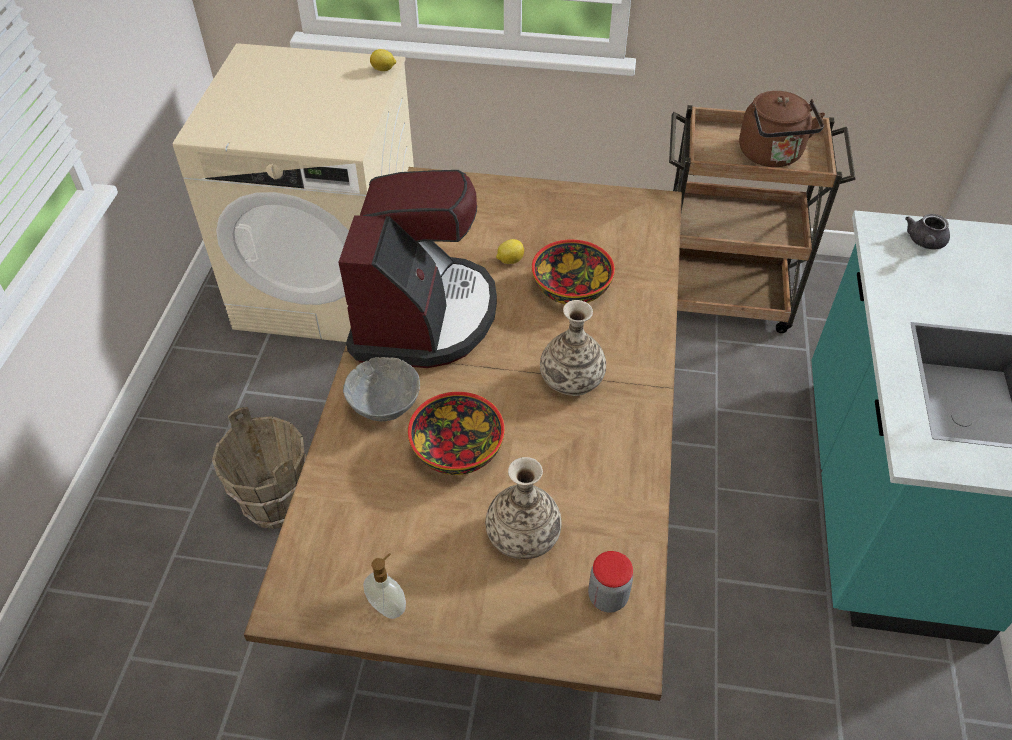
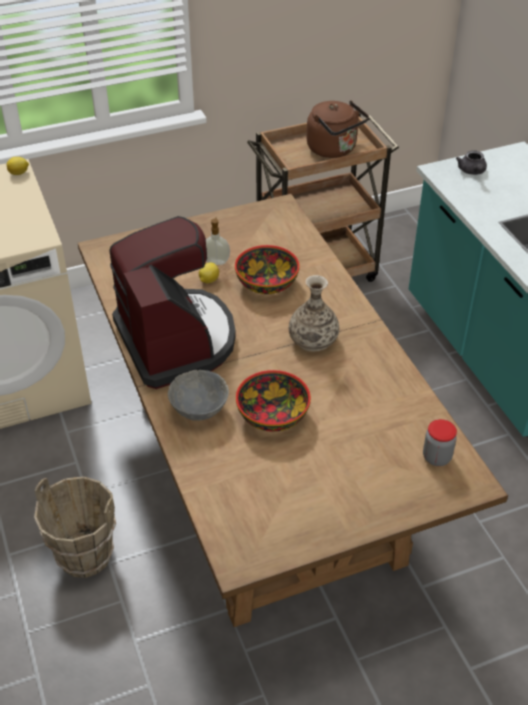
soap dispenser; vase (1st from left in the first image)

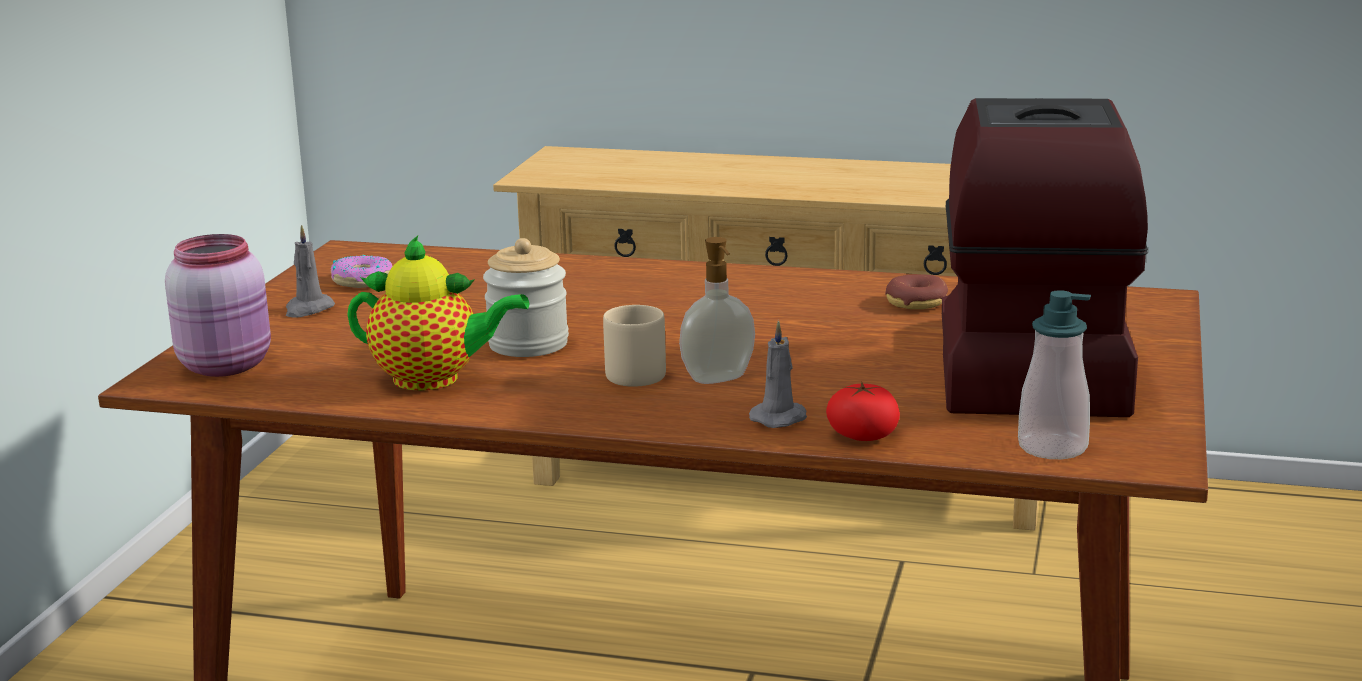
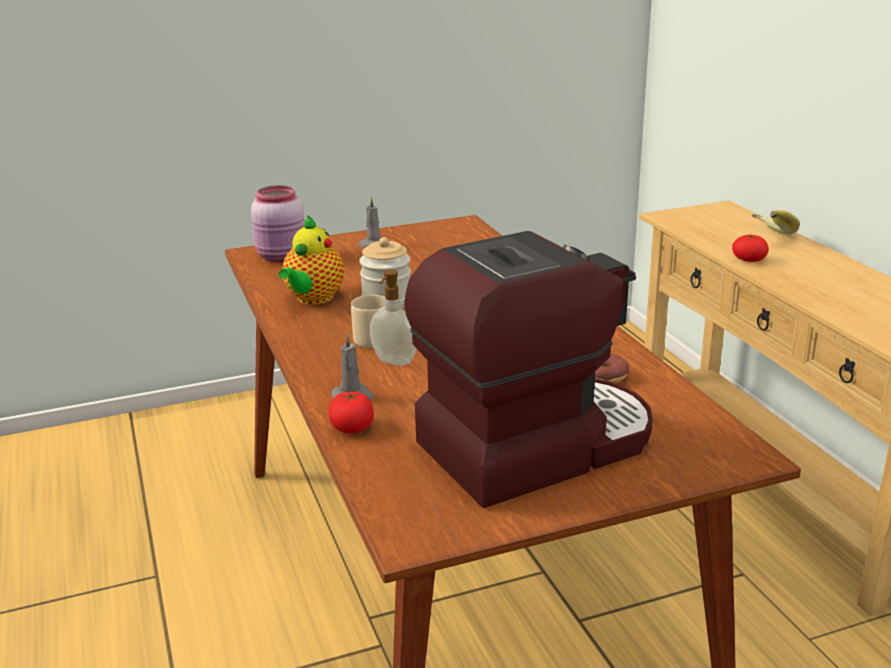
donut (1st from left in the first image); teapot; soap dispenser (2nd from left in the first image); tomato (2nd from left); banana

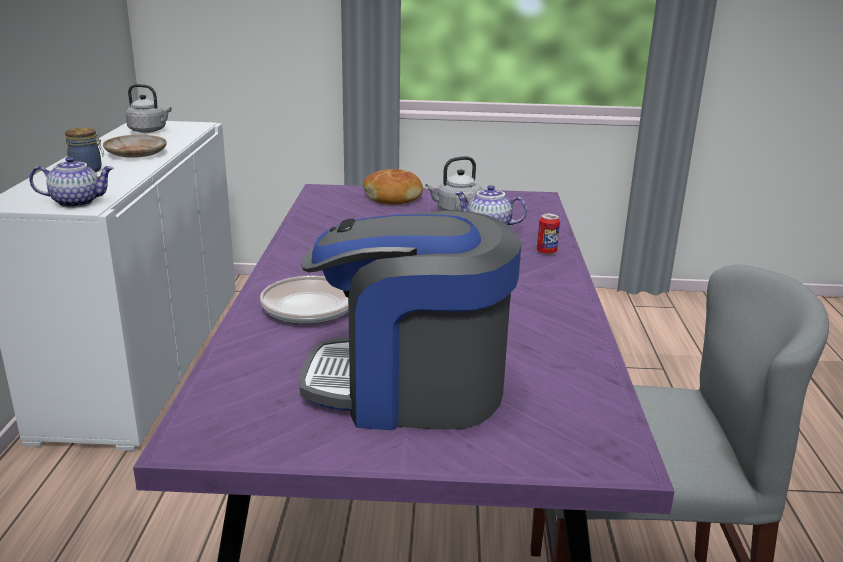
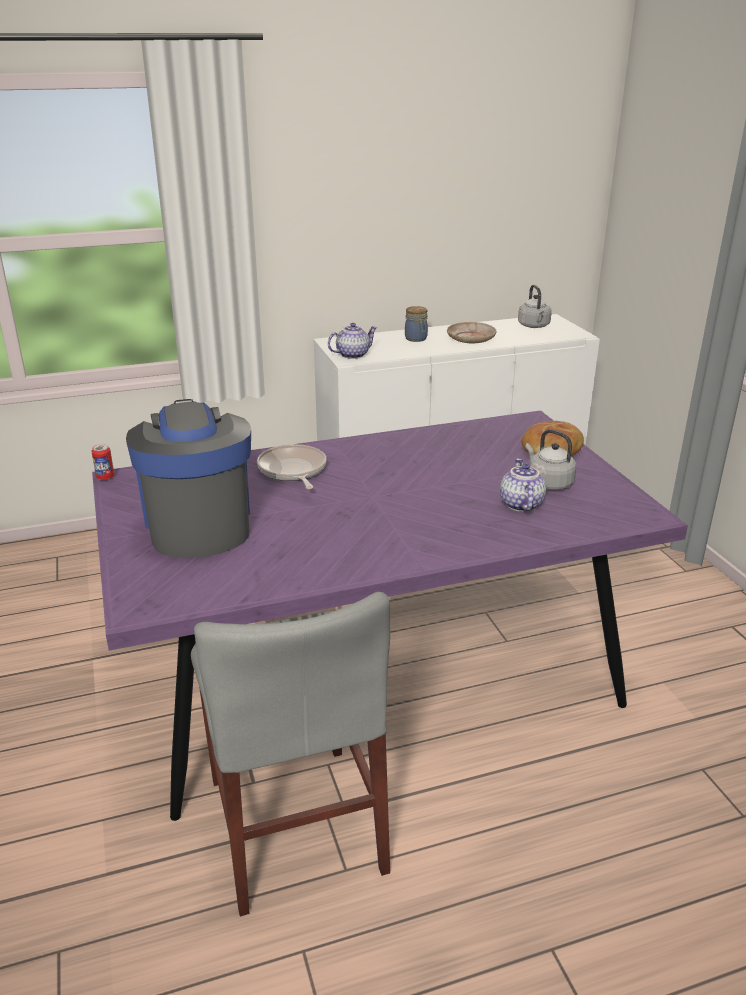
teapot (1st from left); can

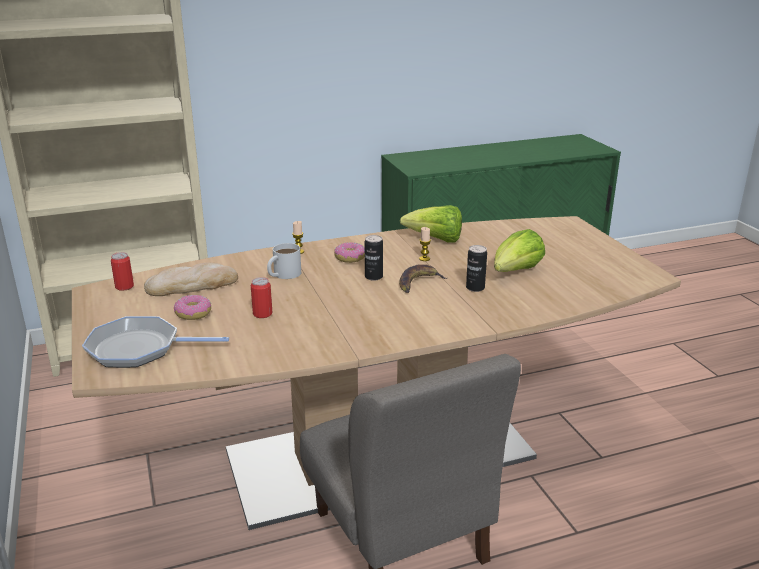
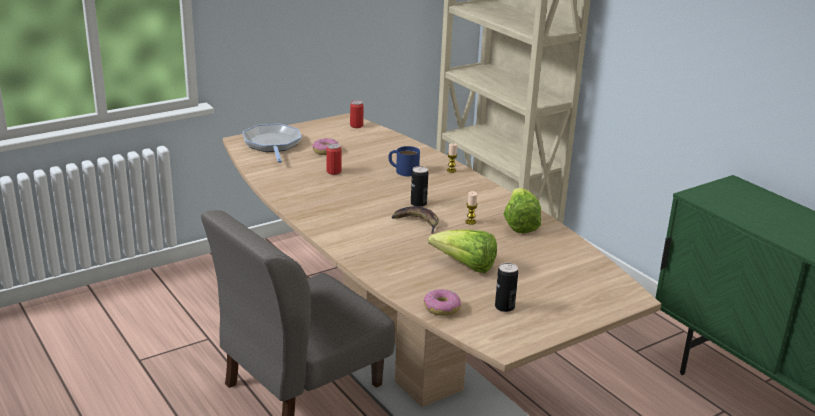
bread; mug/blue; donut (2nd from left); can (4th from left)

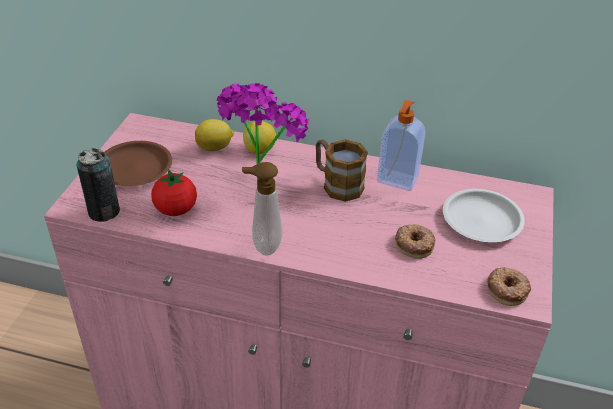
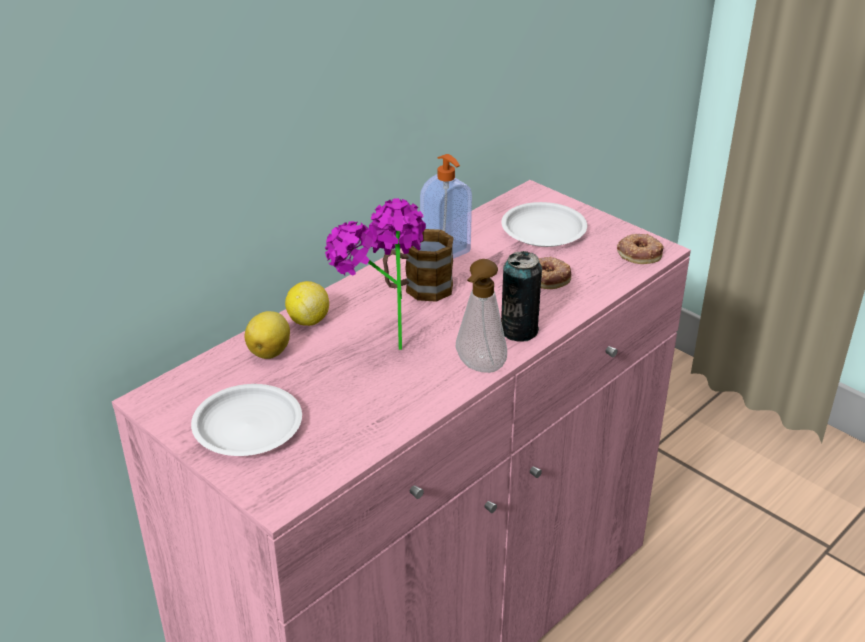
can; plate/white (1st from left); tomato

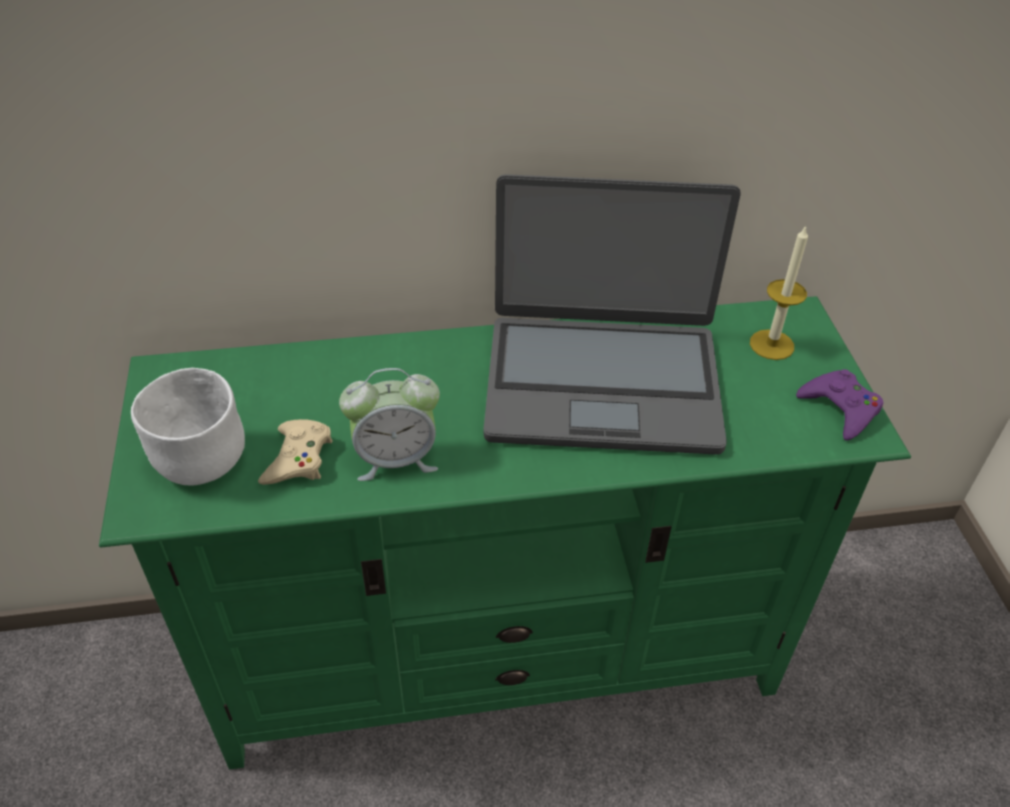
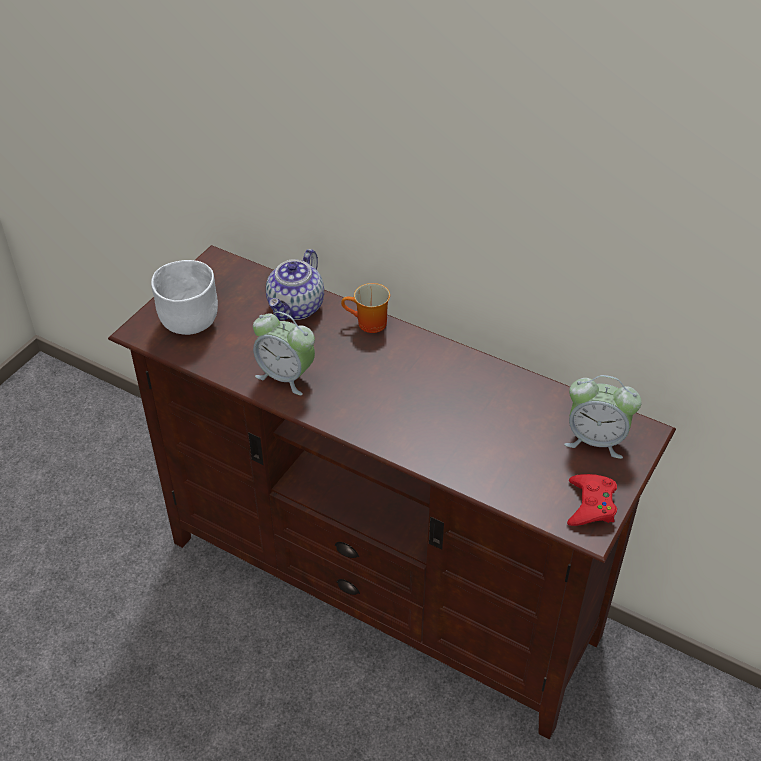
tv stand/brown; game controller/beige; laptop; alarm clock (2nd from left); game controller/red; teapot; mug

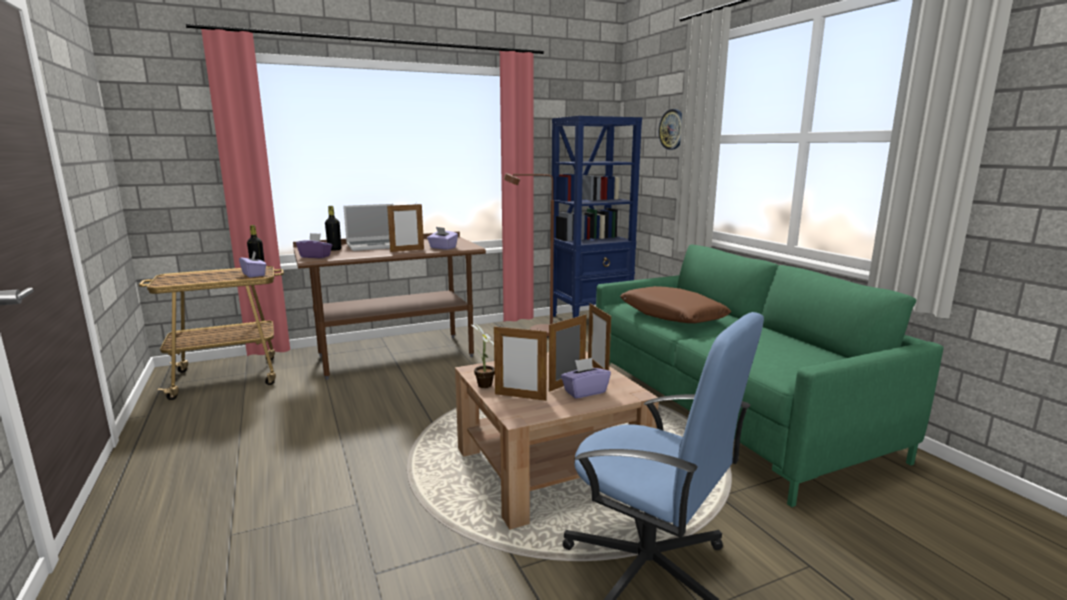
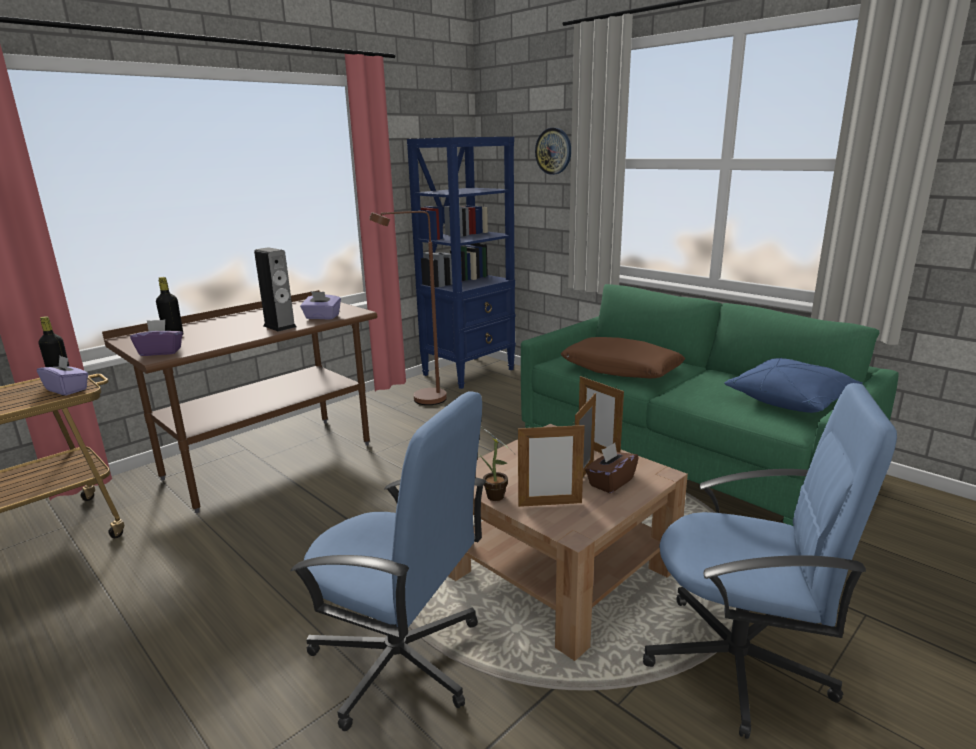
laptop; speaker; tissue box/brown; office chair/blue (1st from left); pillow/blue

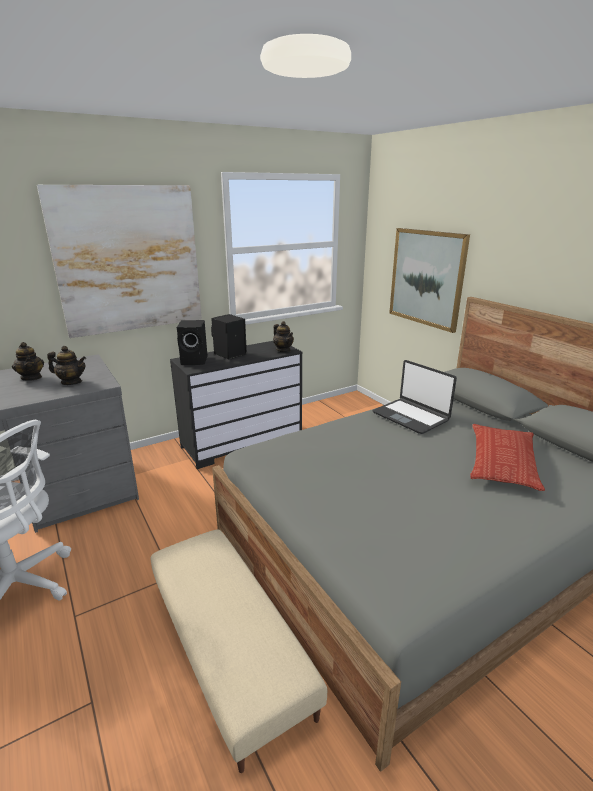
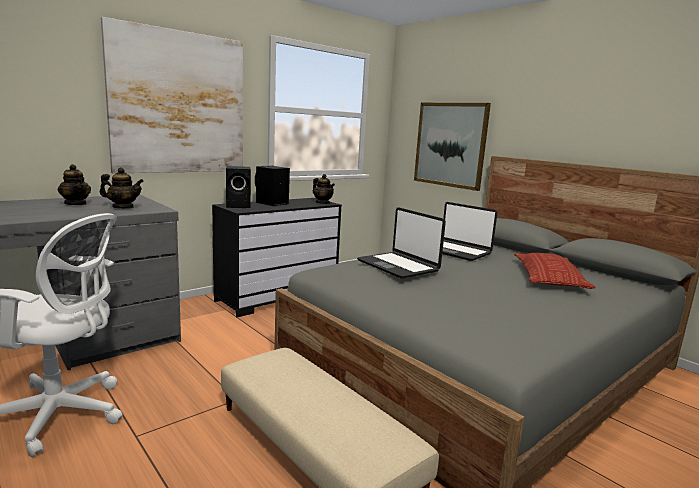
laptop (1st from left)

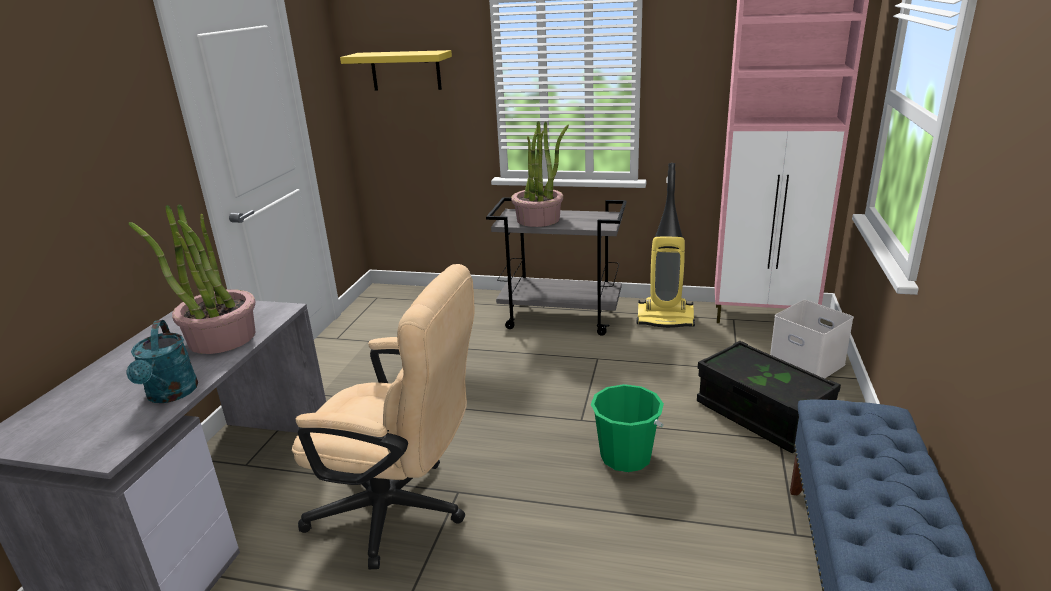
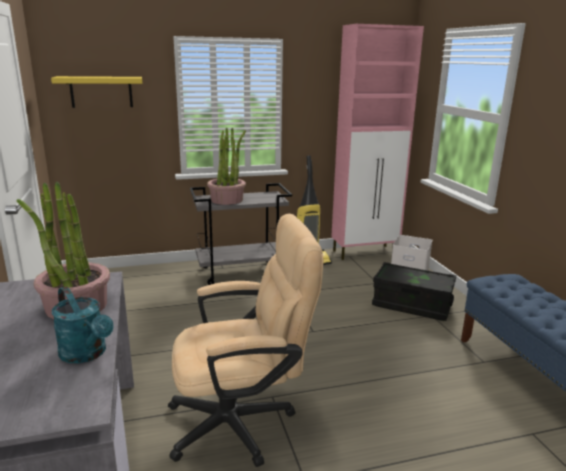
bucket/green

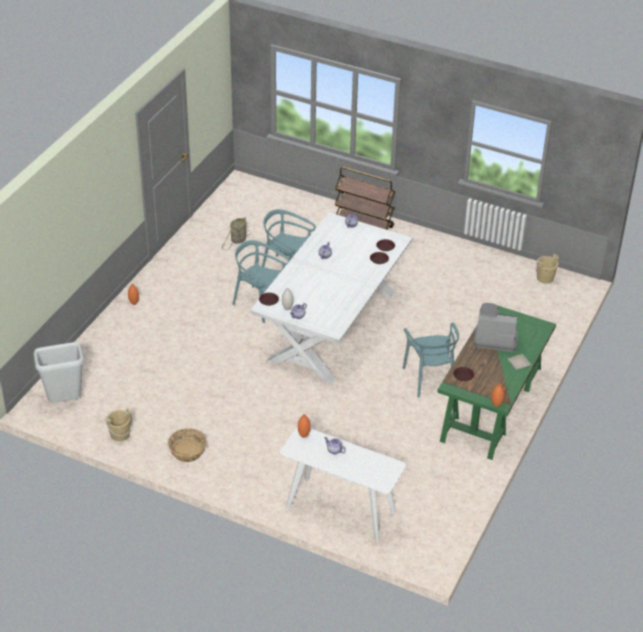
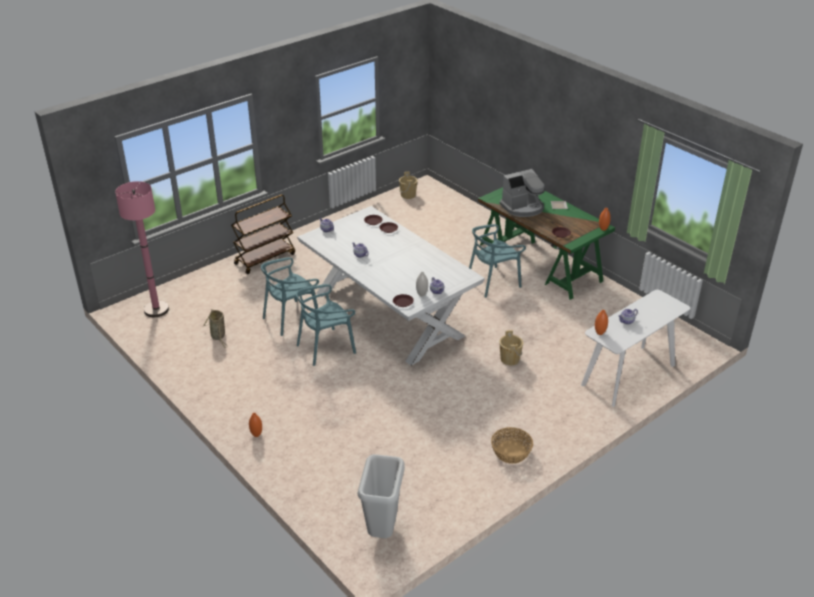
bucket/beige (2nd from left); chair/turquoise (3rd from left); coffee machine; floor lamp/pink

